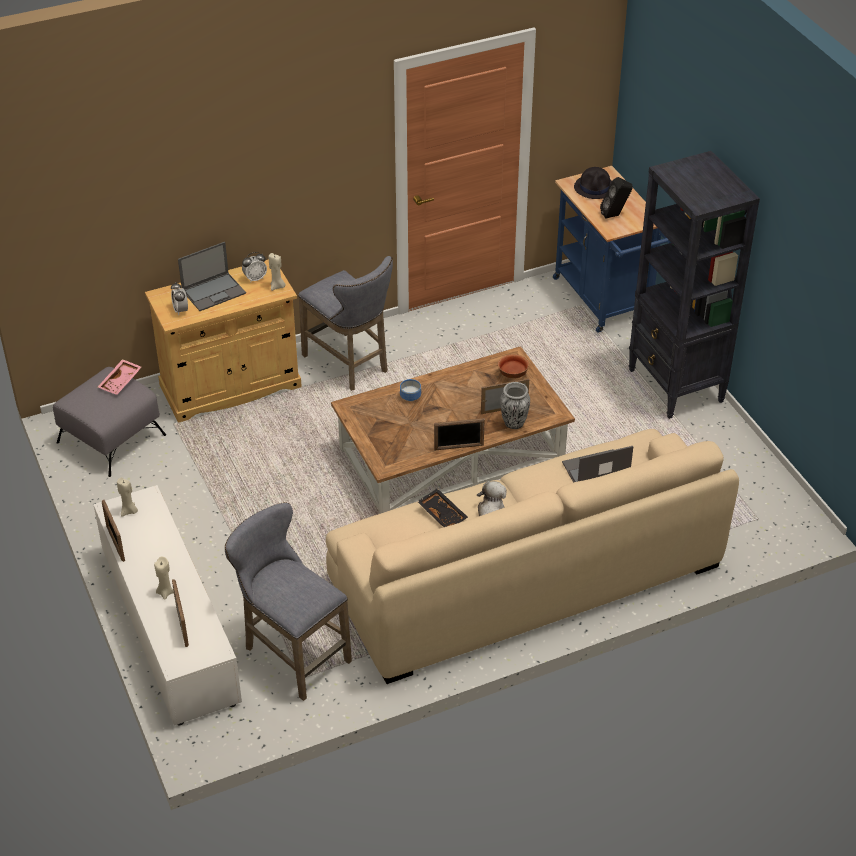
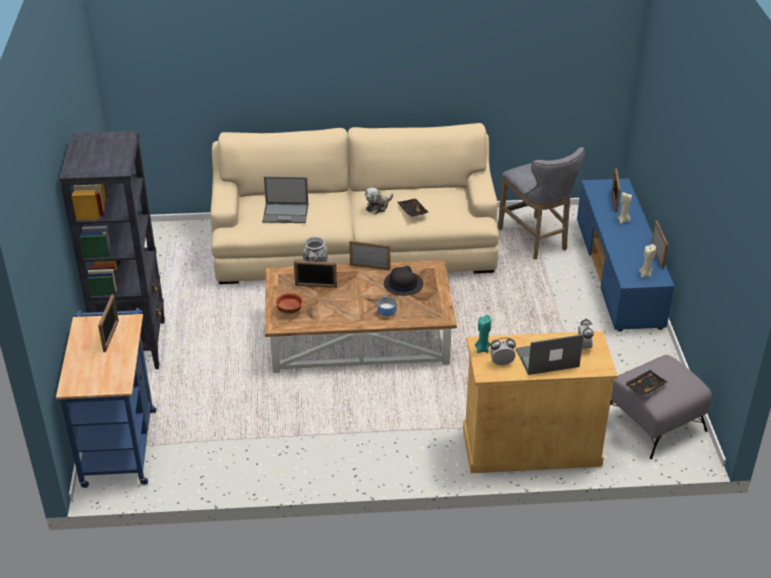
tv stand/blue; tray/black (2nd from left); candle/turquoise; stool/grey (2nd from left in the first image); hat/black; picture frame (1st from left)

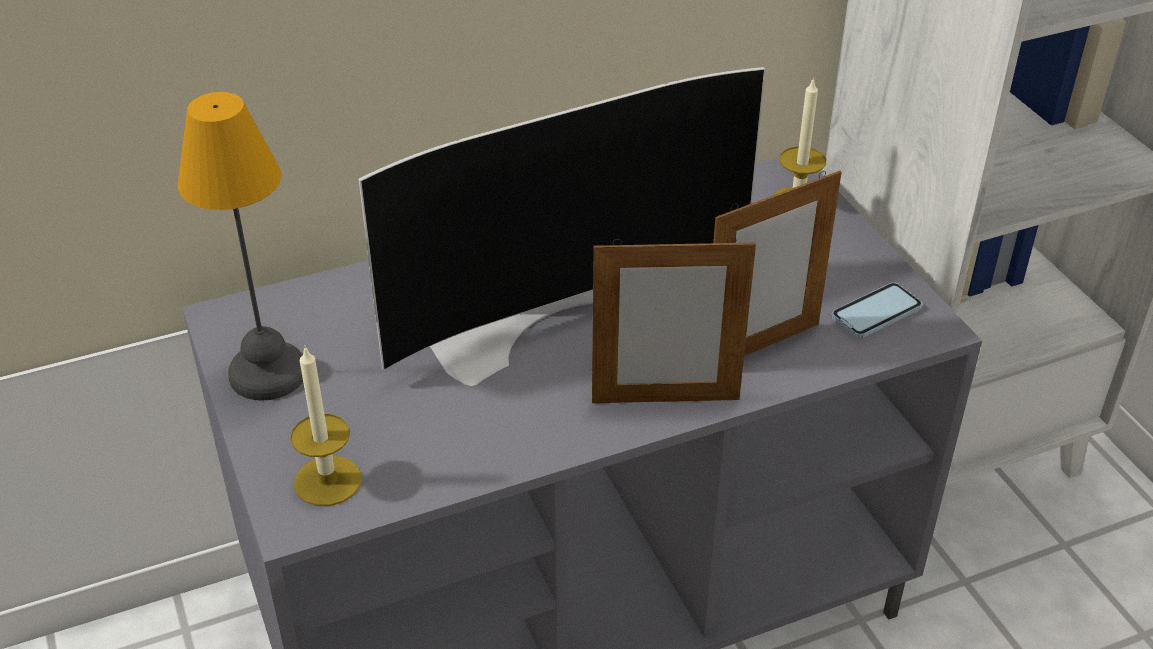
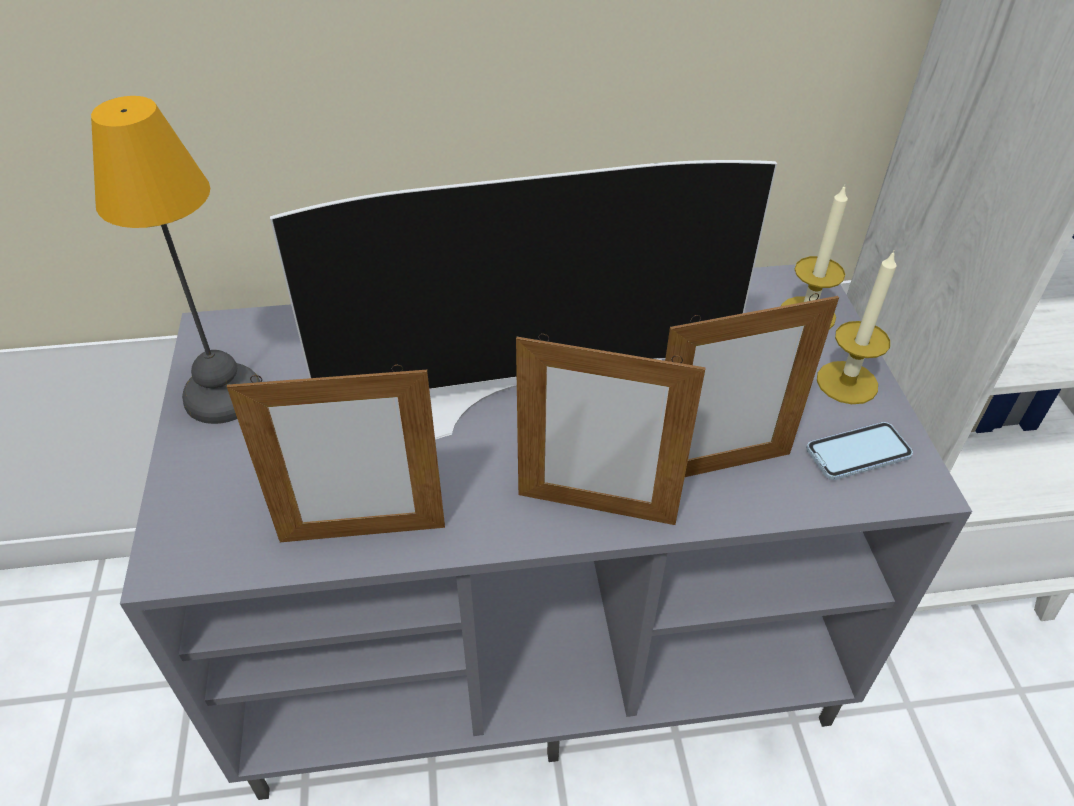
candle (2nd from left); picture frame (1st from left)

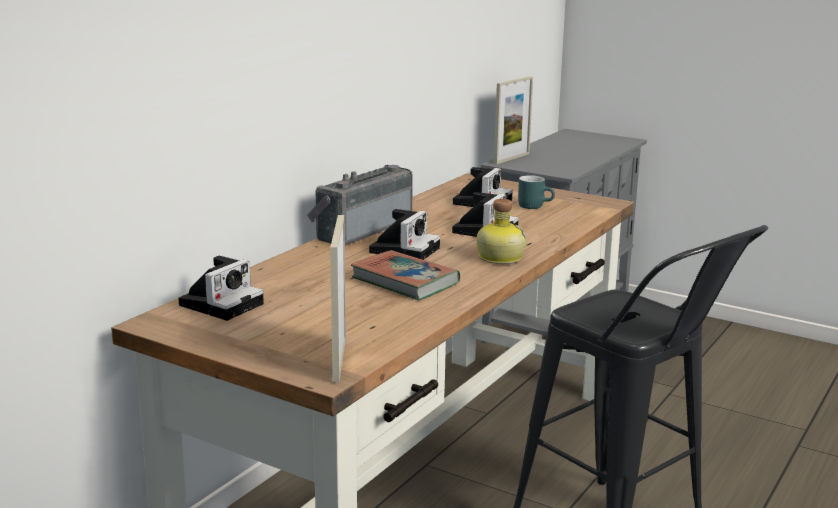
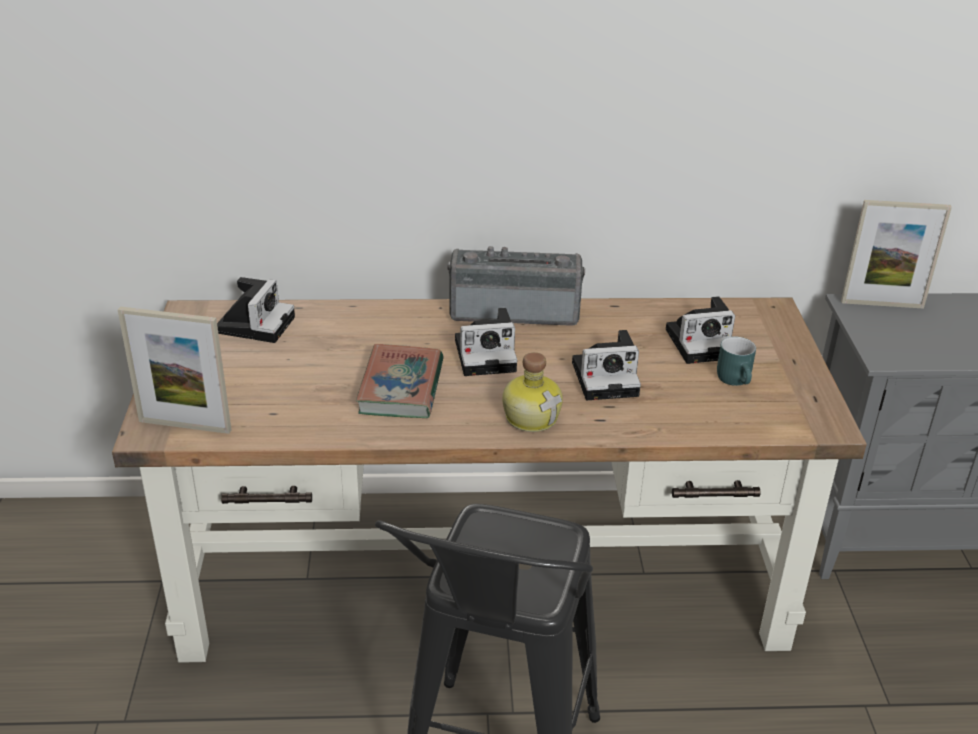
photo camera (1st from left); picture frame (1st from left)

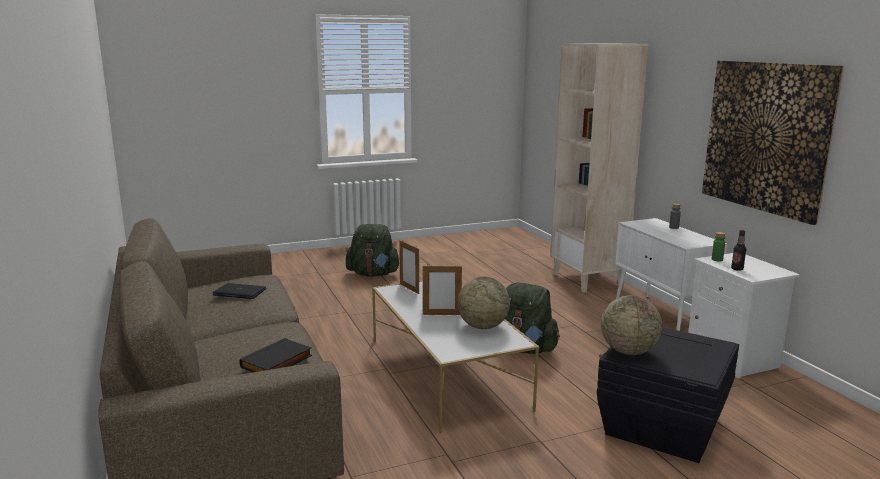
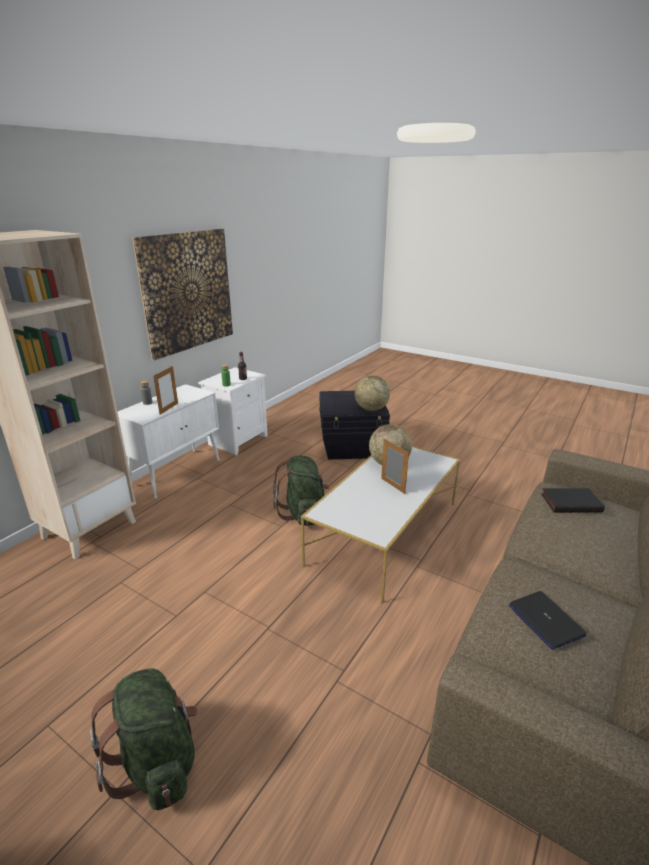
picture frame (1st from left)

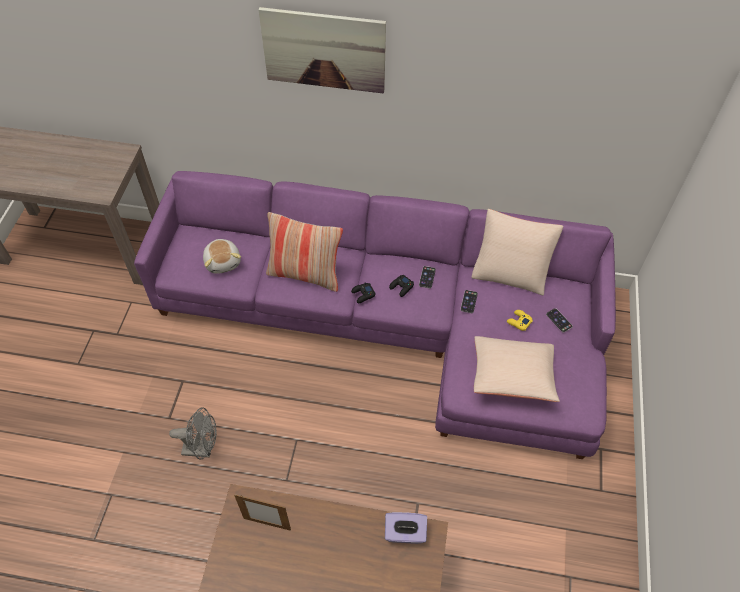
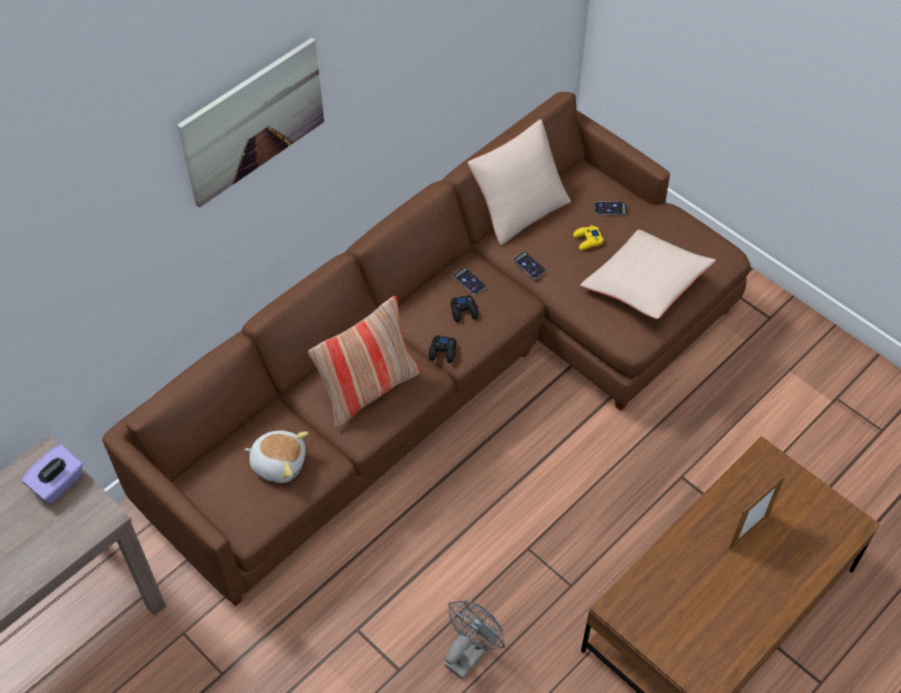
sofa/brown; picture frame; tissue box/purple

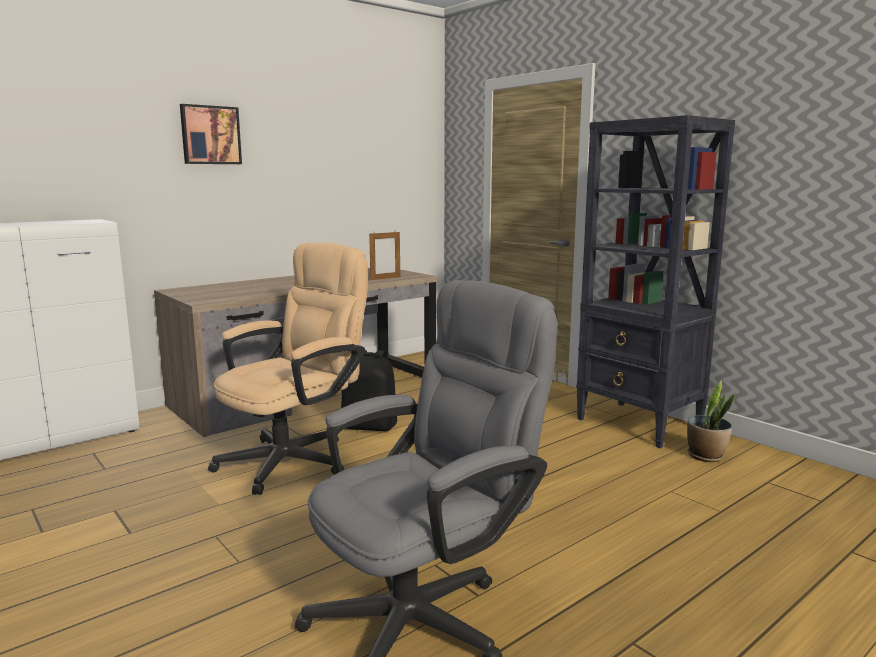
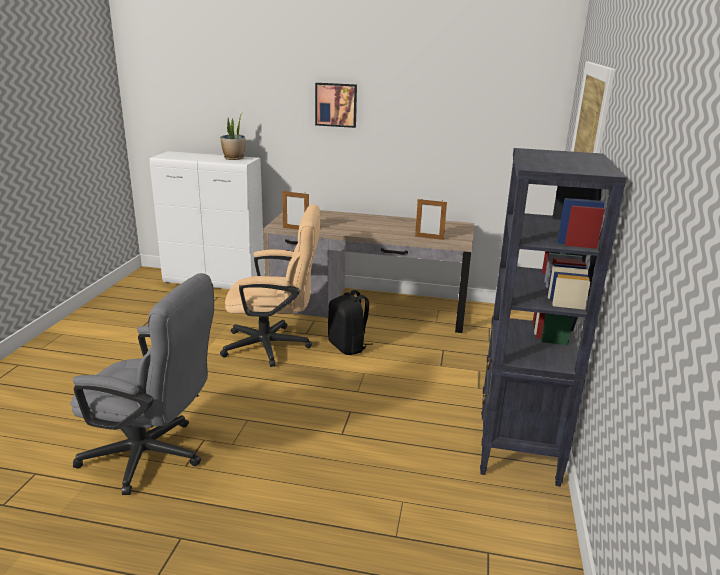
potted plant; picture frame (1st from left)

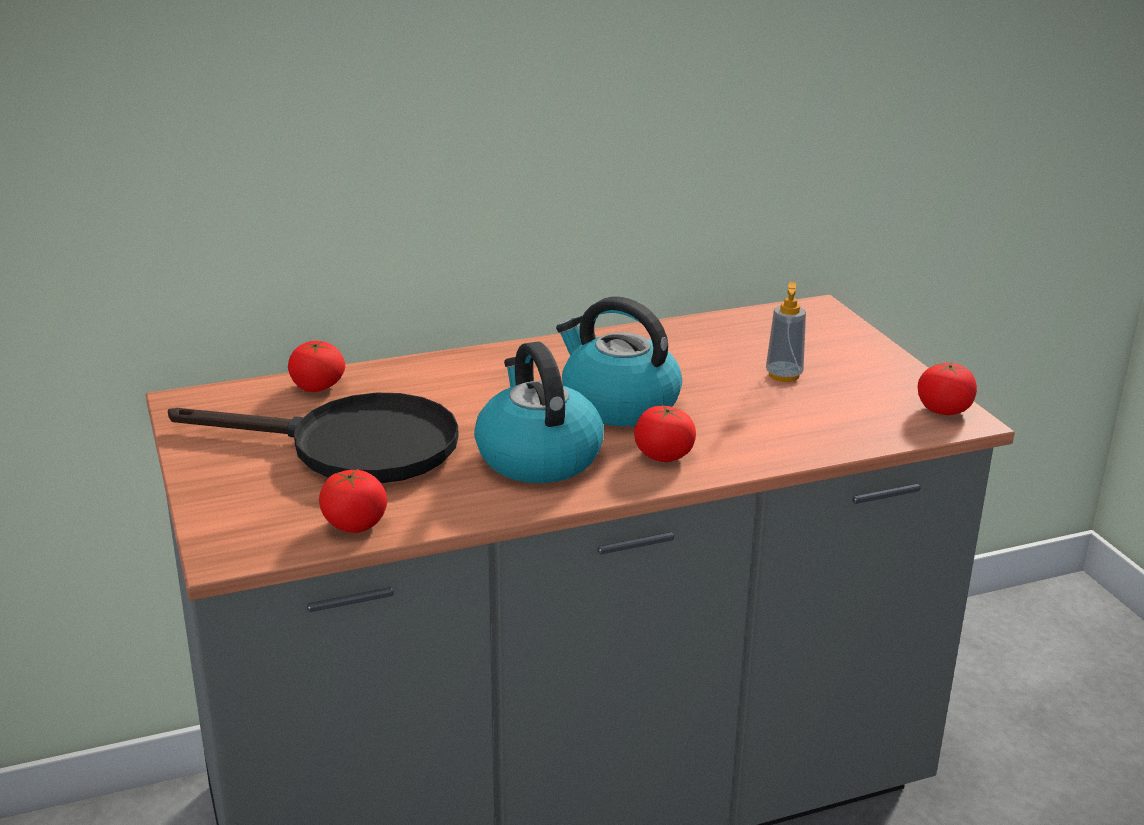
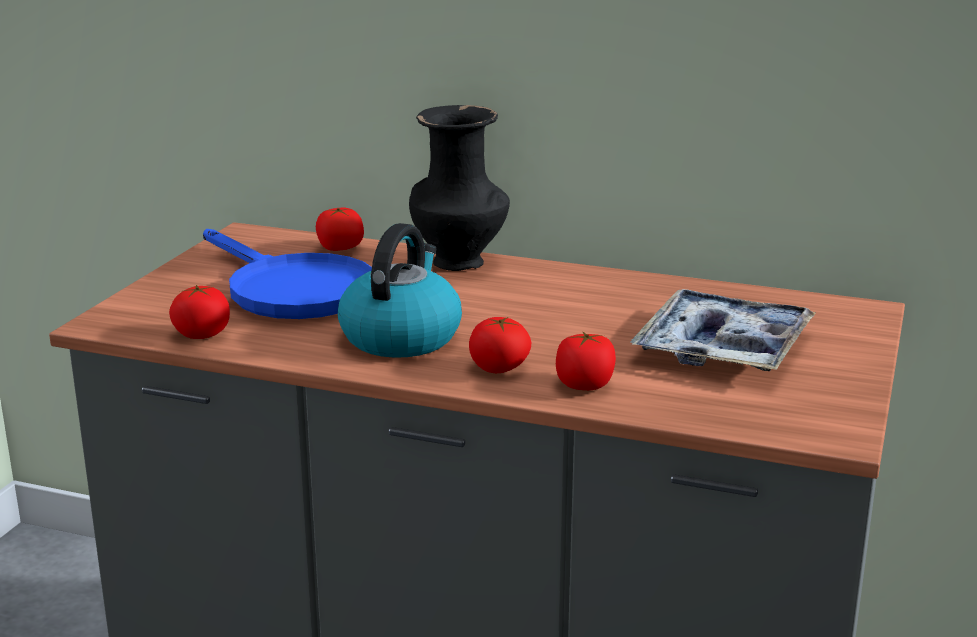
frying pan/blue; kettle (2nd from left in the first image); tray; tomato (4th from left); vase/black

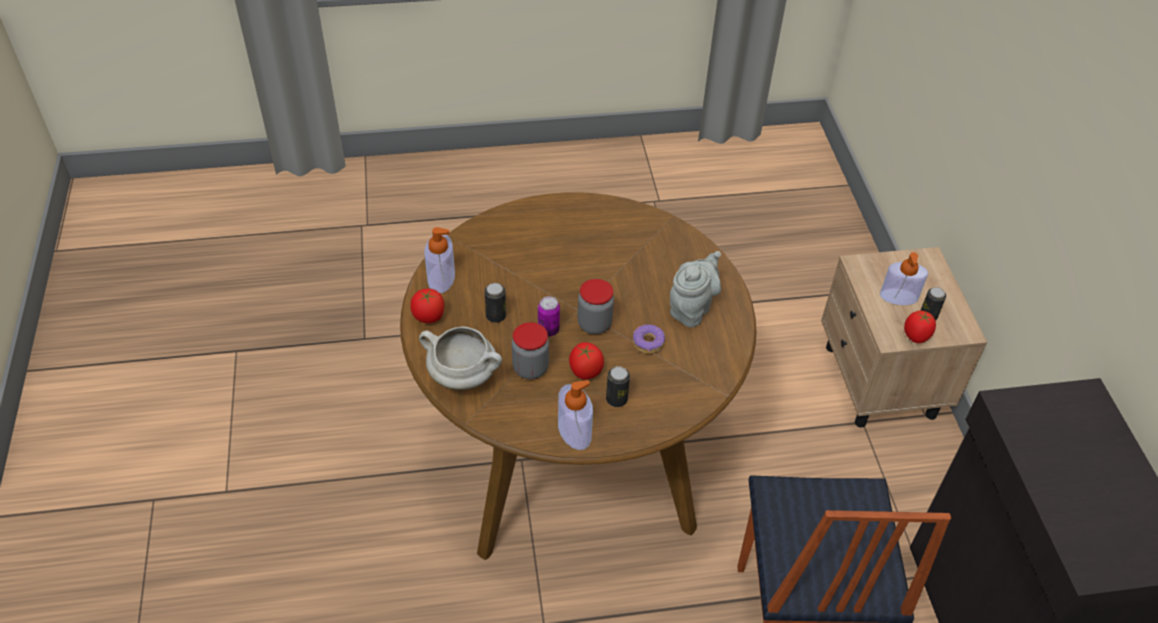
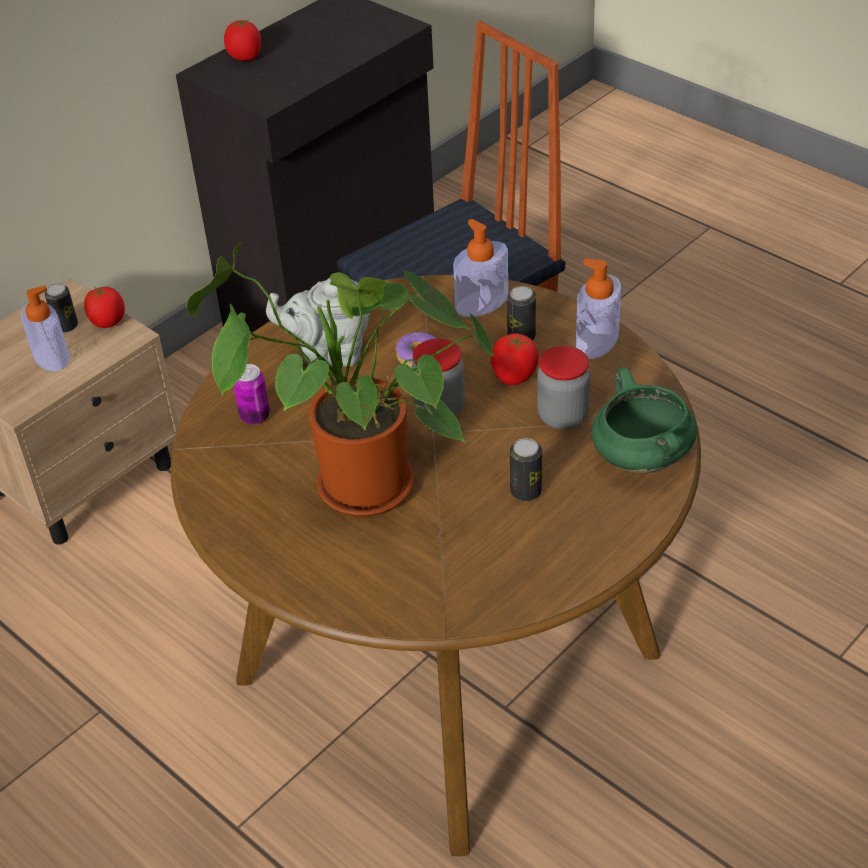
tomato (2nd from left); cooking pot/green; soap dispenser (2nd from left); can (2nd from left); potted plant

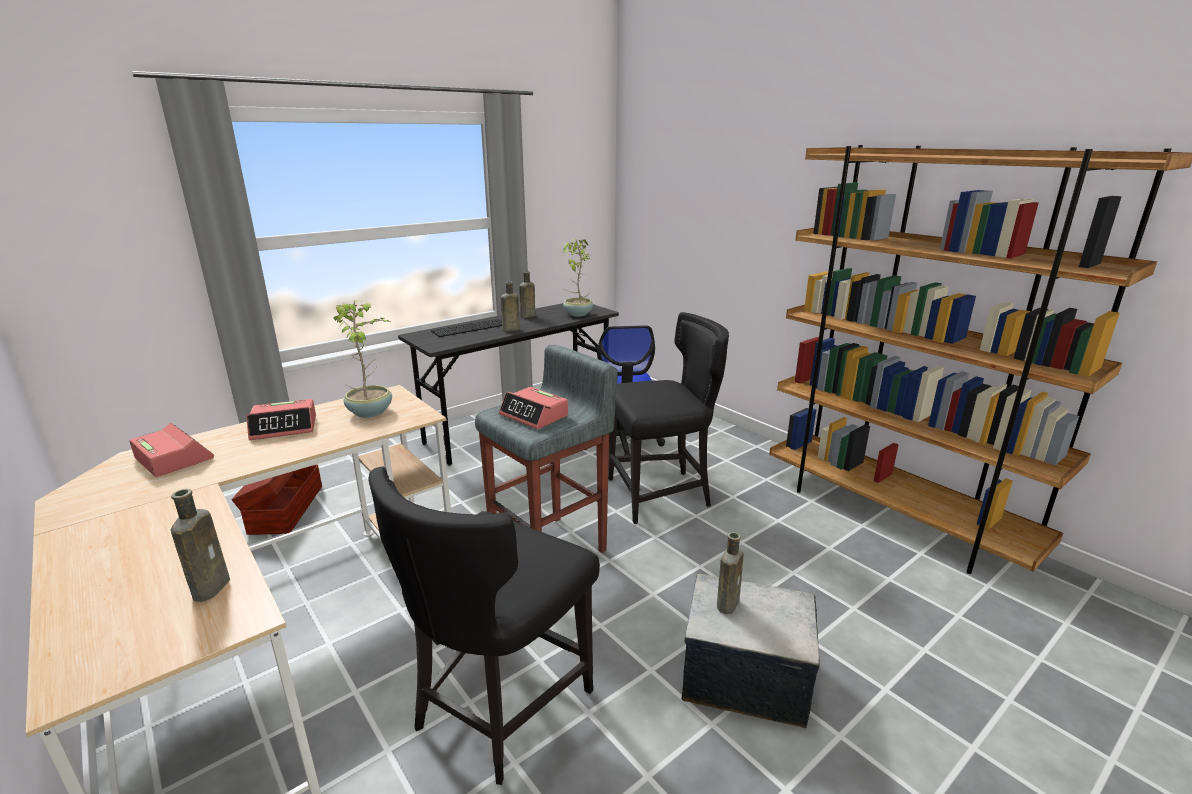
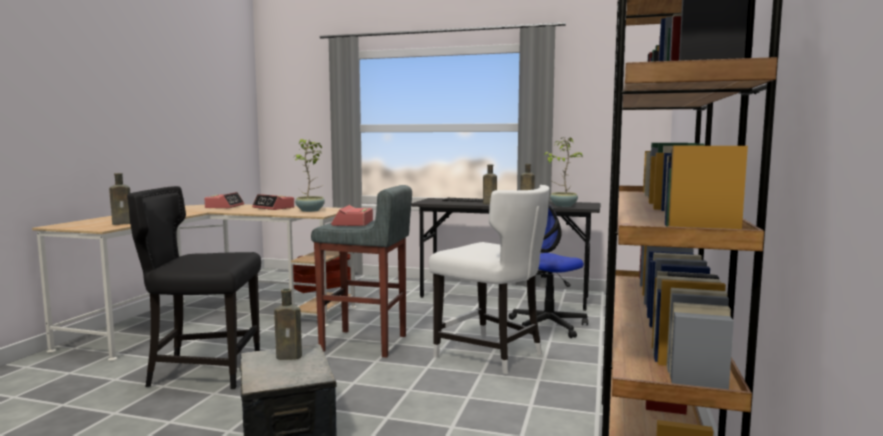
chair/white

